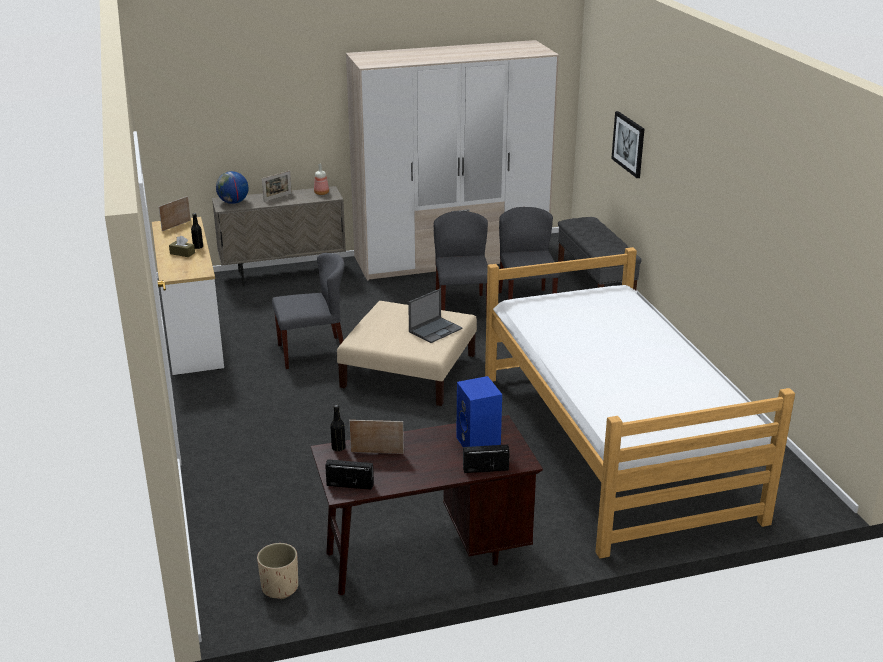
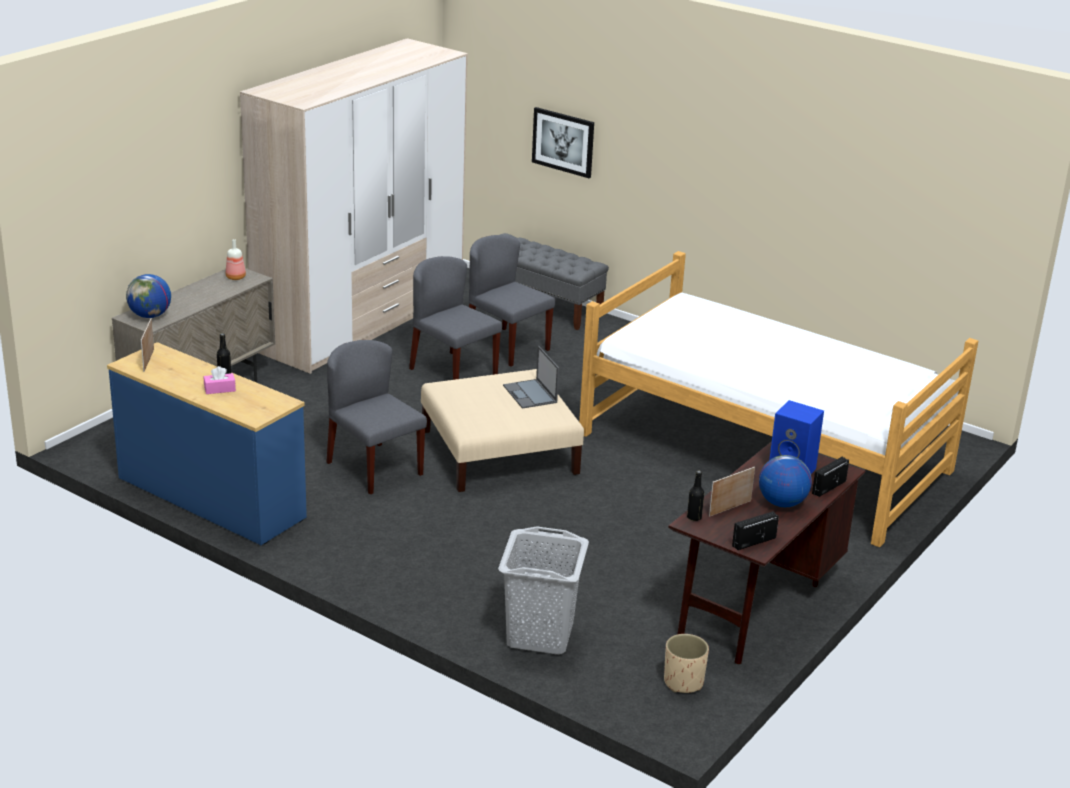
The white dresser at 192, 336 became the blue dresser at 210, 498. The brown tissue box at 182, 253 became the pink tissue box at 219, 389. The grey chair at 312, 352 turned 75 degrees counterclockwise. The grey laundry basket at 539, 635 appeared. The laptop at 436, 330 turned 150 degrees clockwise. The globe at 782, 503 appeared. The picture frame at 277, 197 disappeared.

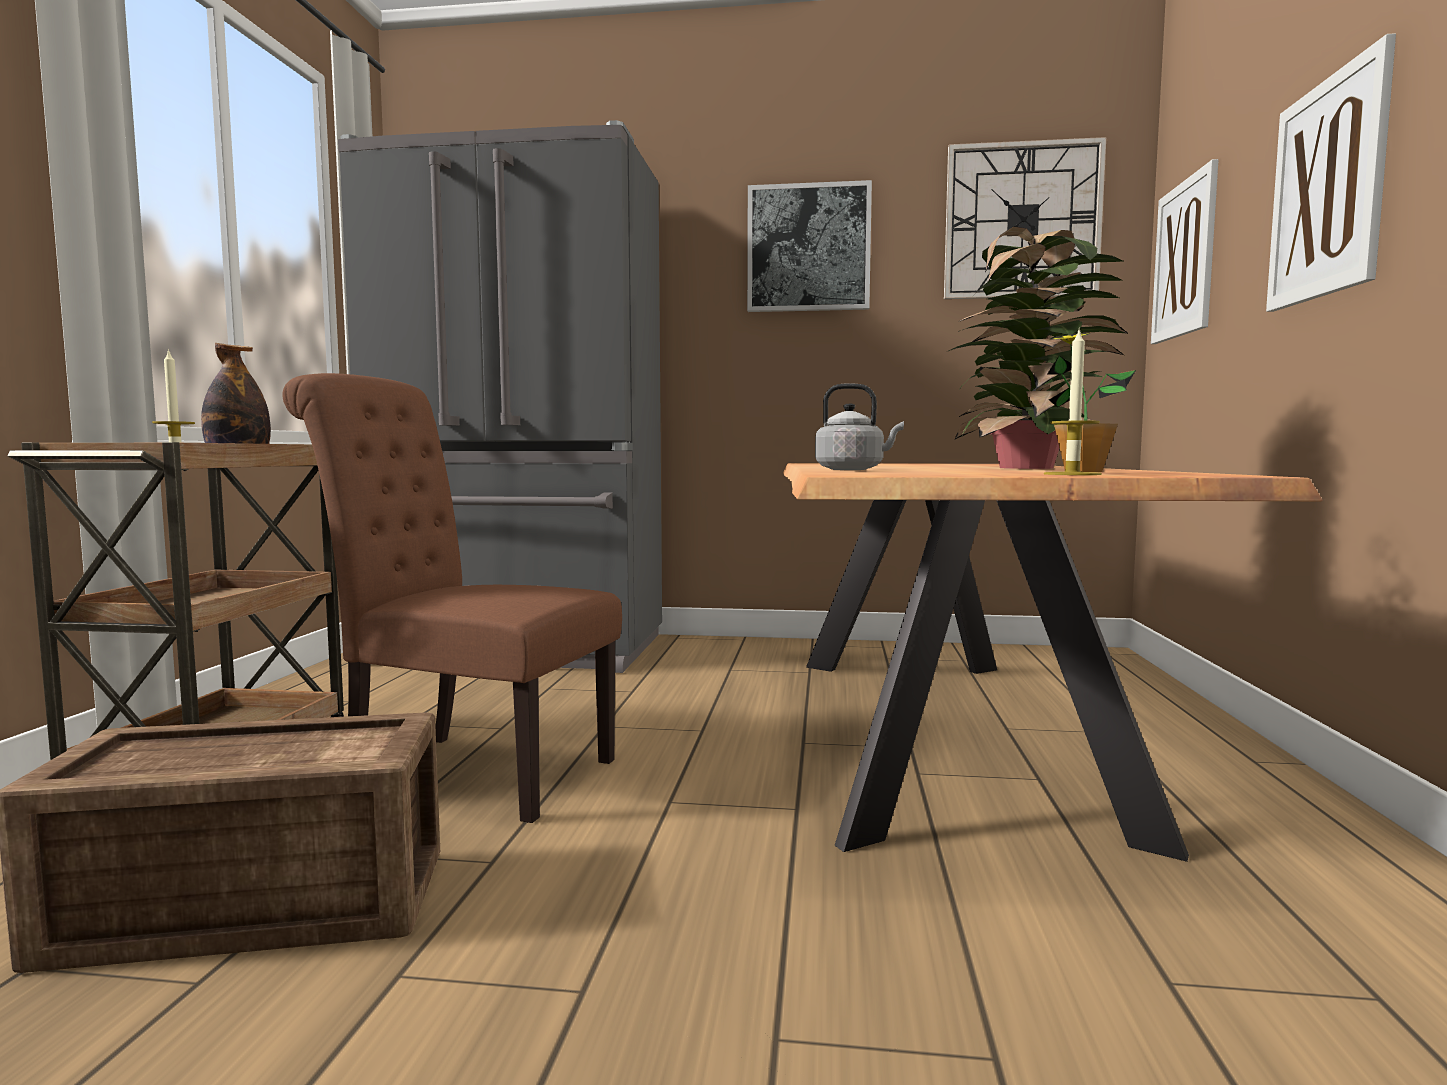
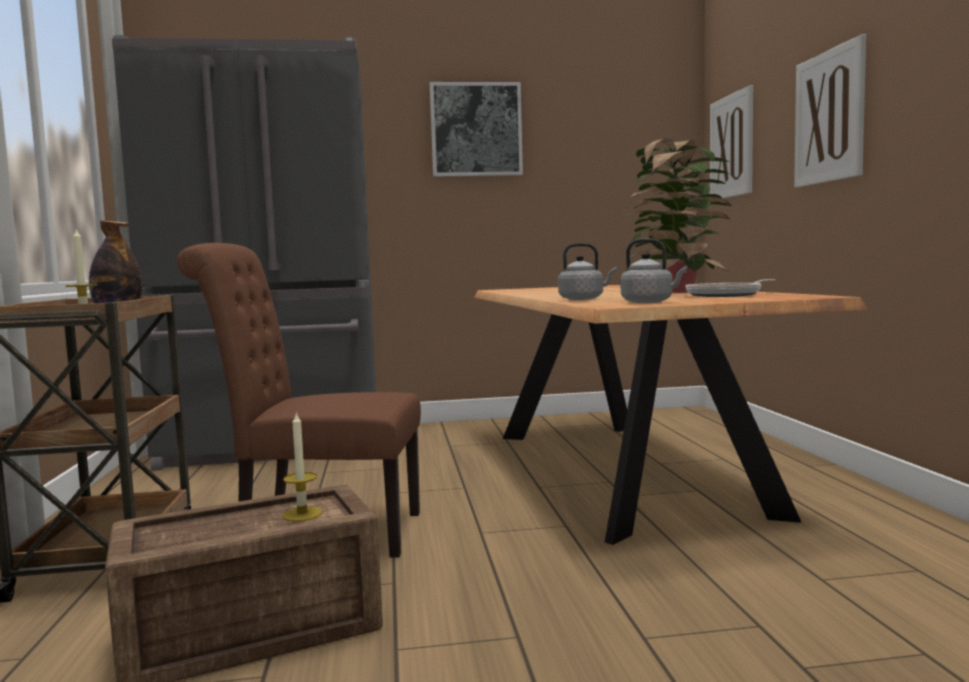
The candle moved from 1072, 474 to 302, 514. The grey kettle at 650, 302 appeared. The potted plant at 1083, 471 was replaced by the frying pan at 726, 295. The wall clock at 1022, 221 disappeared.

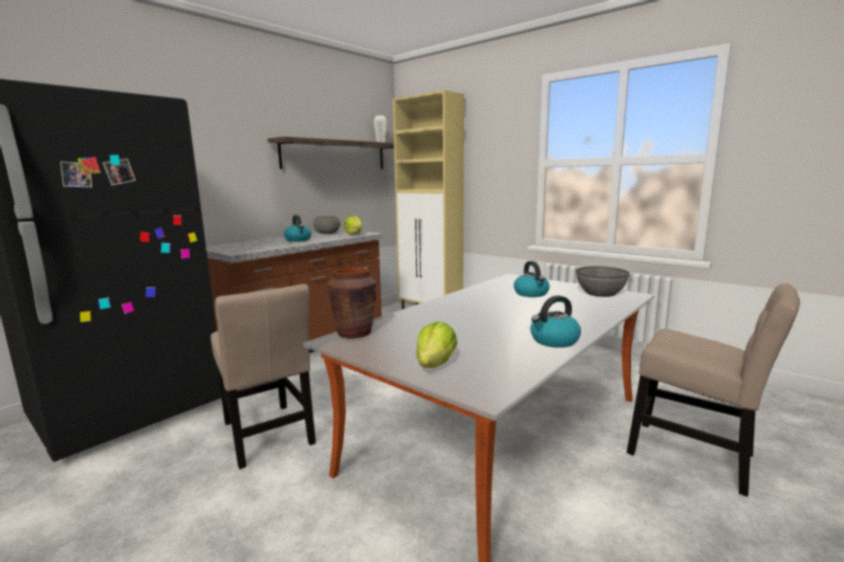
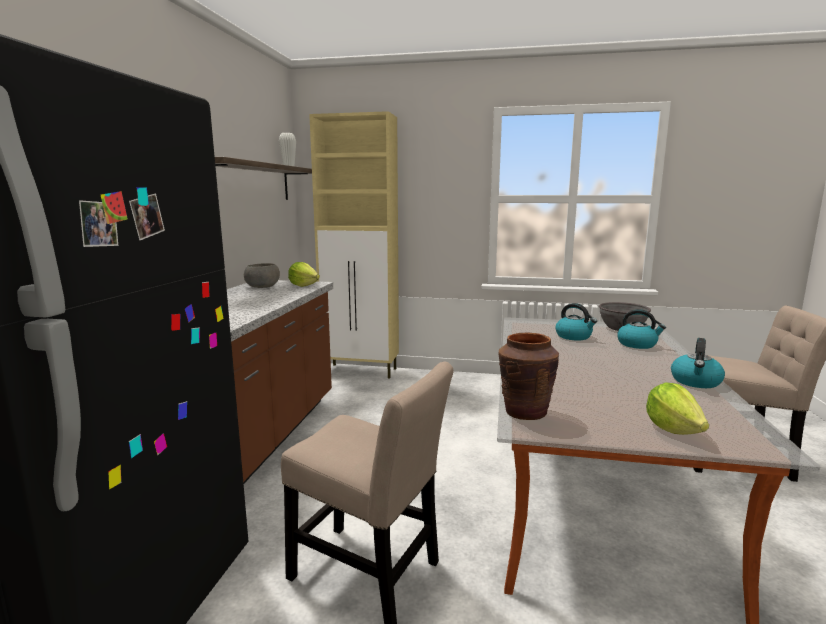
The kettle moved from 298, 240 to 637, 344.

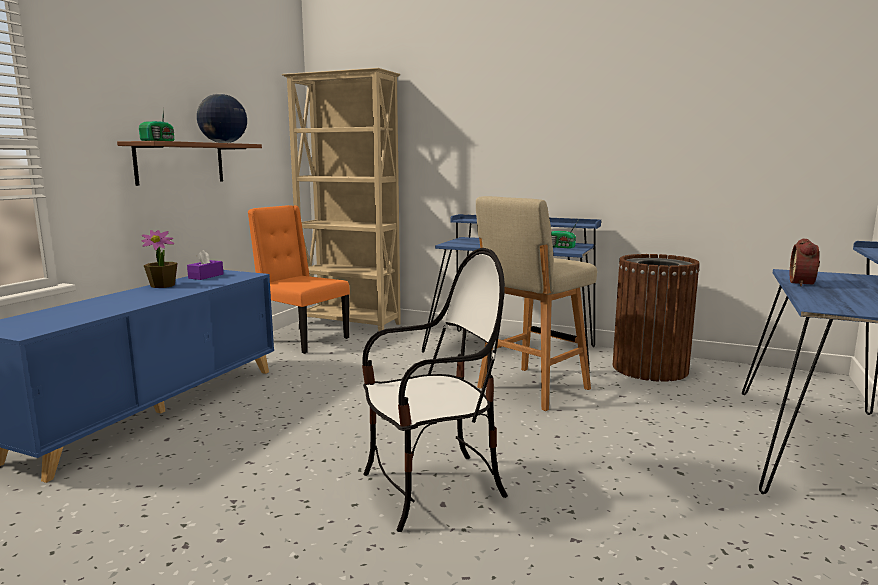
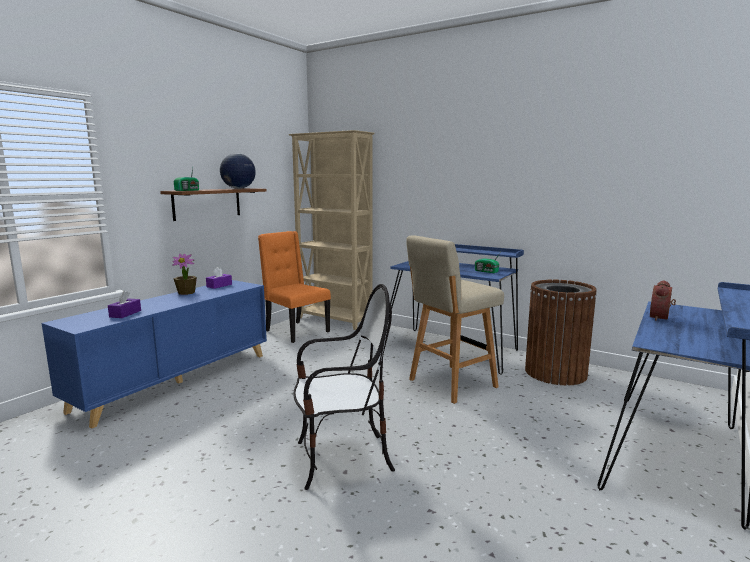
The purple tissue box at 125, 314 appeared.

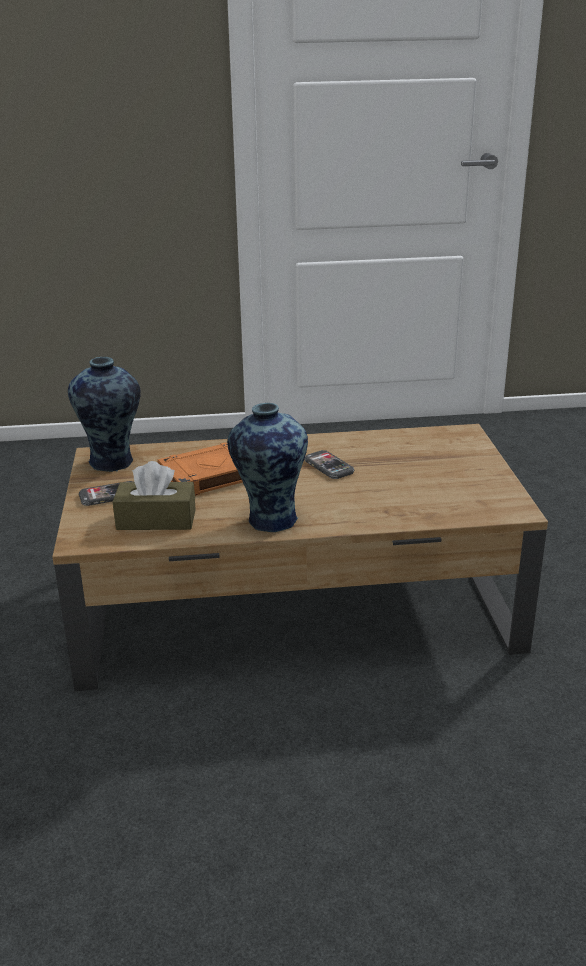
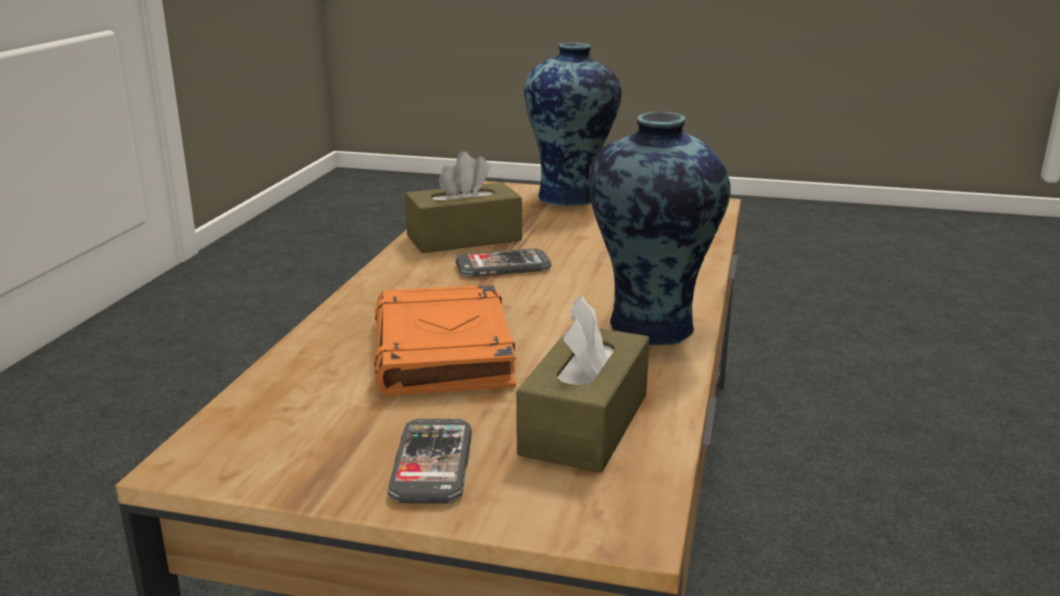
The brown tissue box at 464, 238 appeared. The vase moved from 112, 463 to 571, 197.

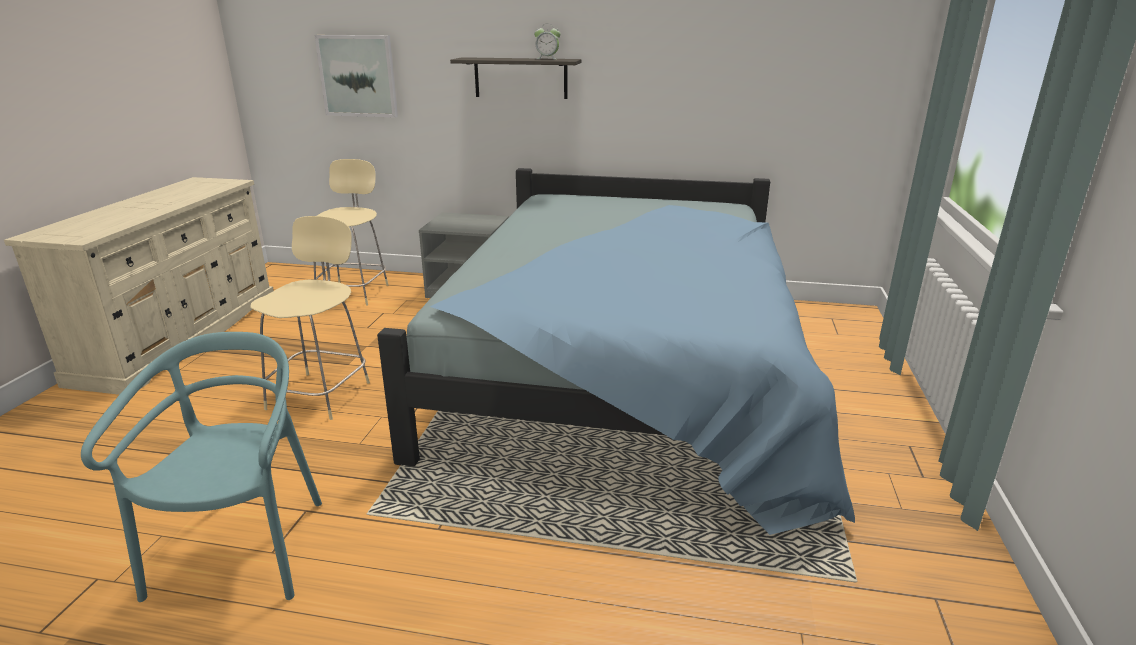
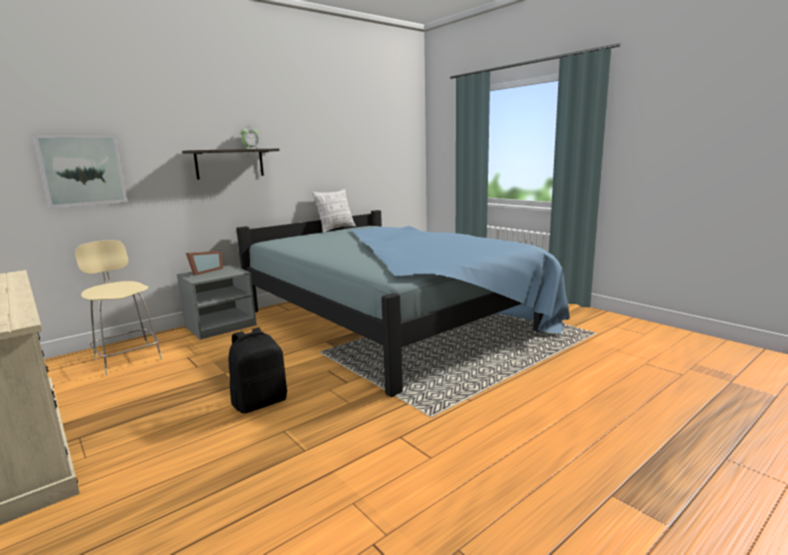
The picture frame at 204, 271 appeared. The beige chair at 321, 393 was replaced by the black backpack at 260, 402. The pillow at 336, 229 appeared. The turquoise chair at 244, 550 disappeared.

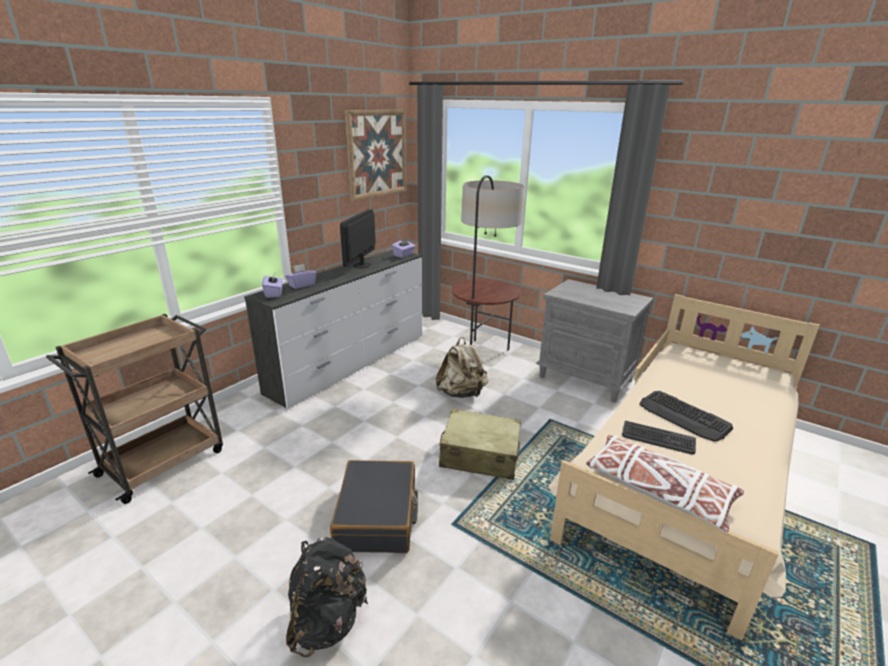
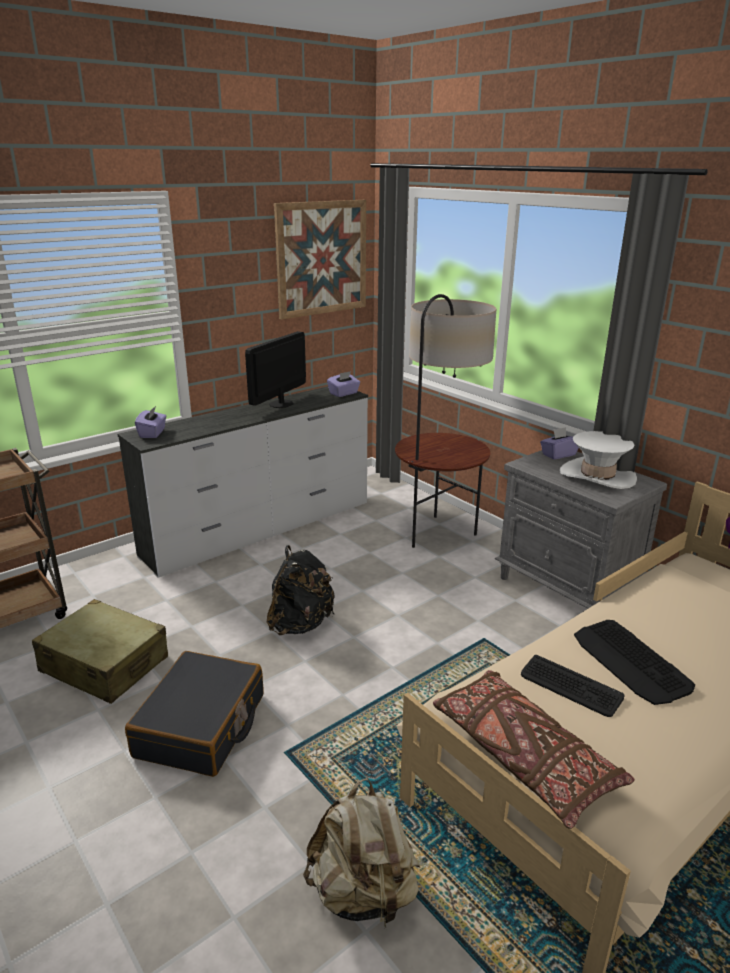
The beige suitcase moved from 479, 455 to 105, 665. The black backpack moved from 327, 621 to 300, 624. The beige backpack moved from 462, 393 to 363, 893. The white pillow at 657, 490 became the brown pillow at 522, 756. The purple tissue box moved from 301, 285 to 558, 454. The white hat at 597, 475 appeared.

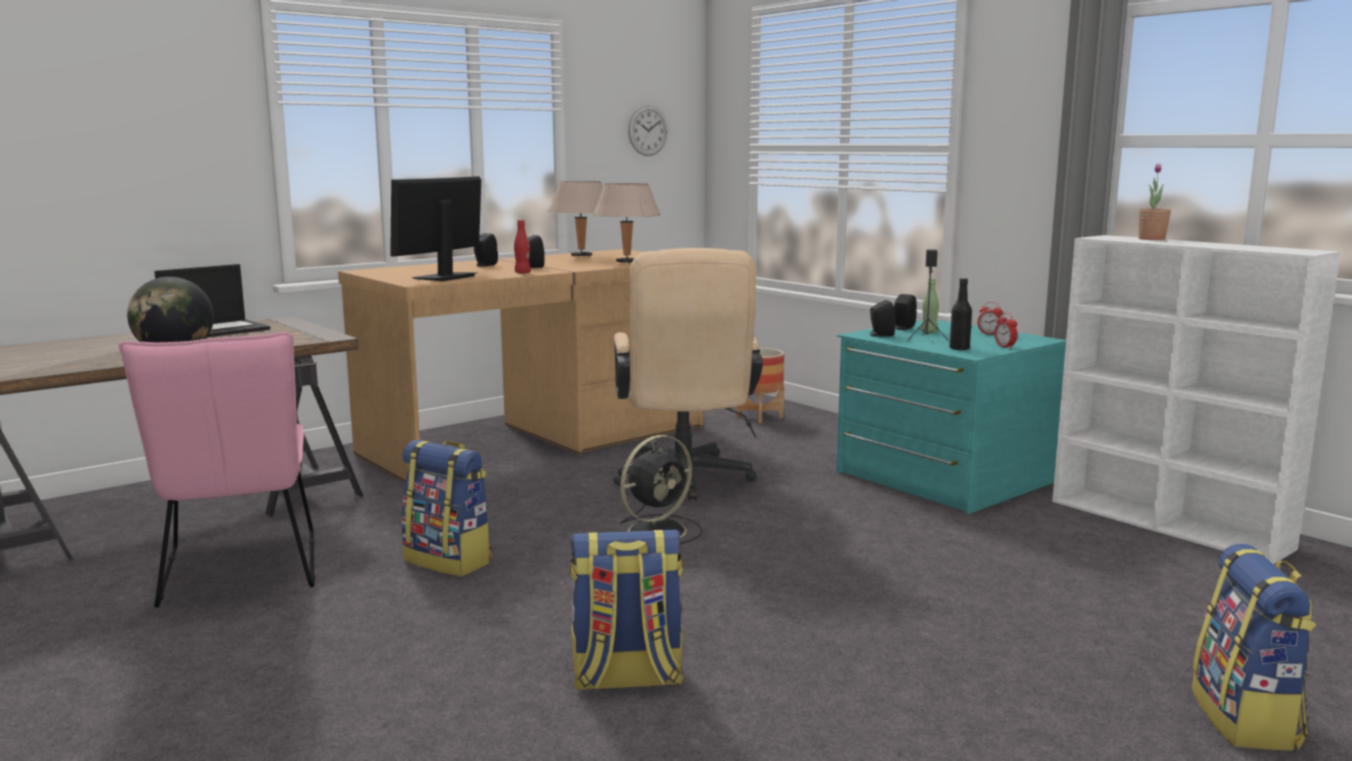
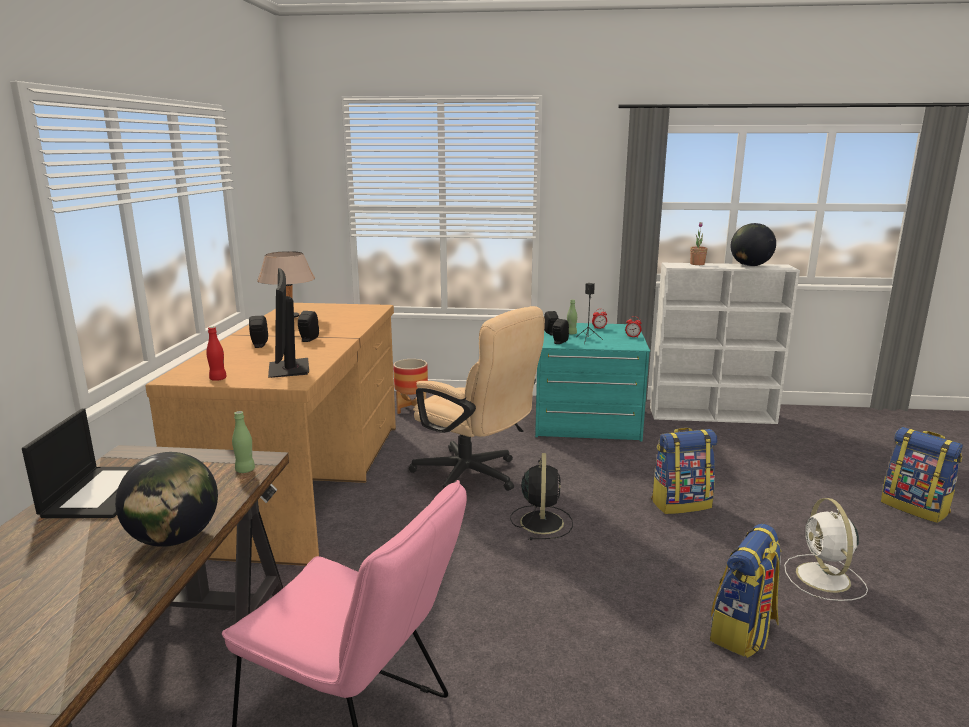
The red bottle moved from 522, 273 to 218, 379. The green bottle at 245, 470 appeared. The backpack moved from 450, 561 to 681, 503. The globe at 750, 266 appeared. The white fan at 824, 579 appeared. The beige table lamp at 626, 262 disappeared. The wall clock at 647, 130 disappeared. The black bottle at 959, 349 disappeared.

